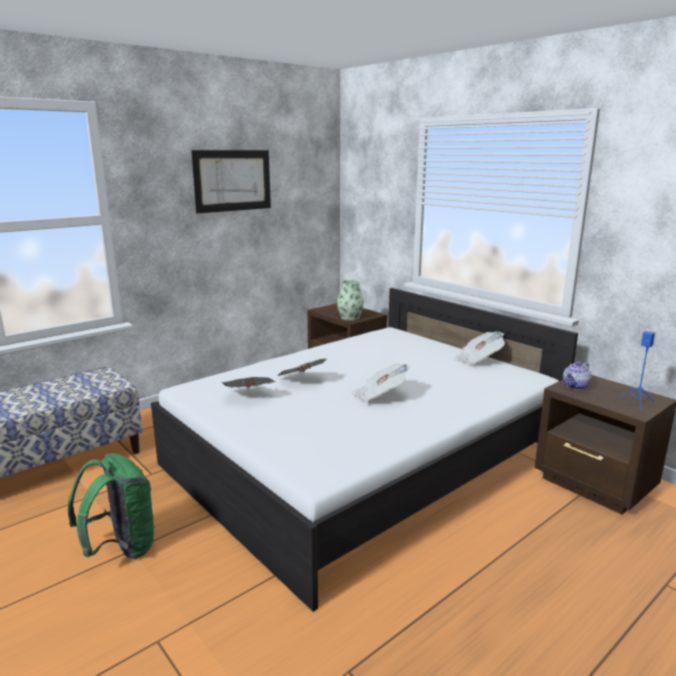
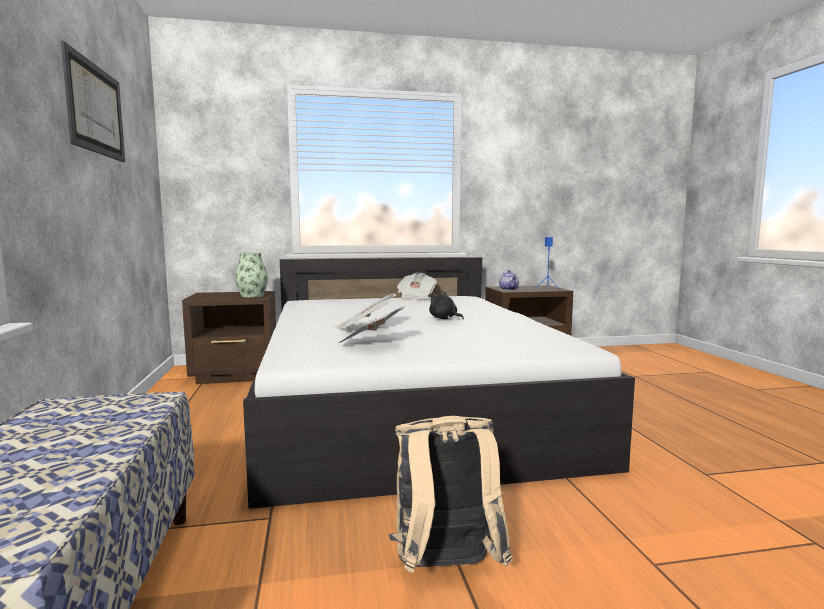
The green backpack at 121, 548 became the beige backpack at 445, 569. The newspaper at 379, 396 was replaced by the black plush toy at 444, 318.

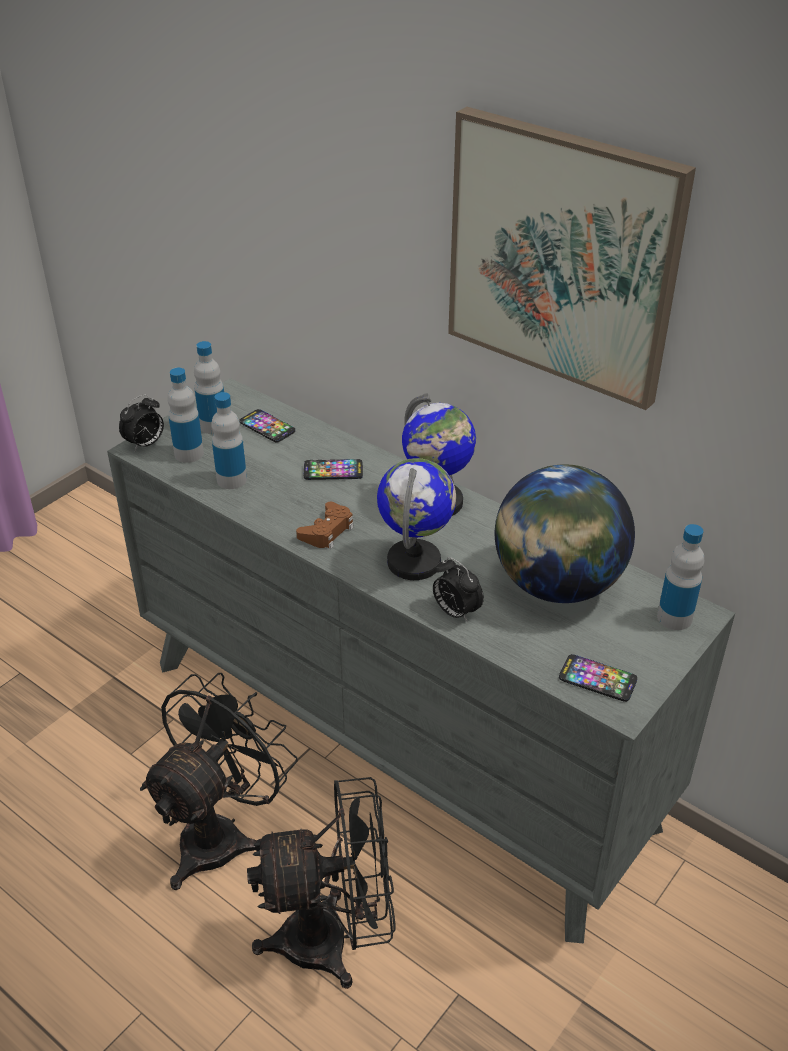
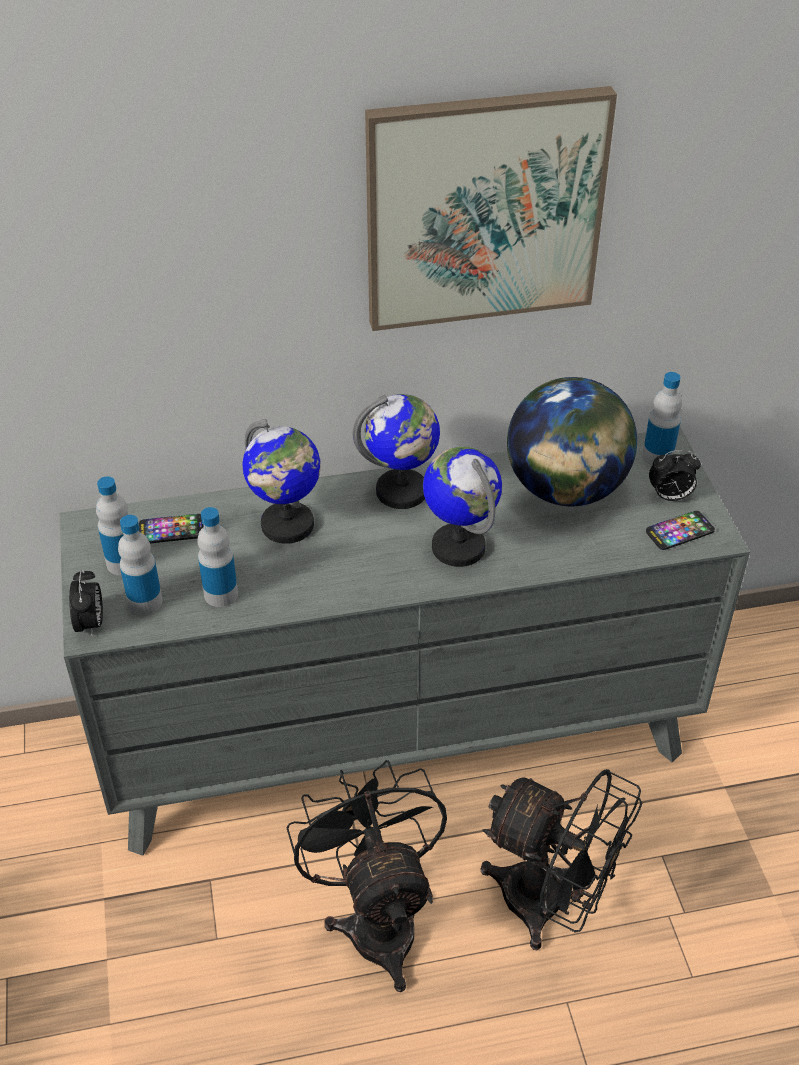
The phone at 333, 471 was replaced by the globe at 287, 525. The black fan at 333, 939 turned 90 degrees clockwise. The alarm clock moved from 455, 612 to 669, 497. The brown game controller at 327, 531 disappeared.

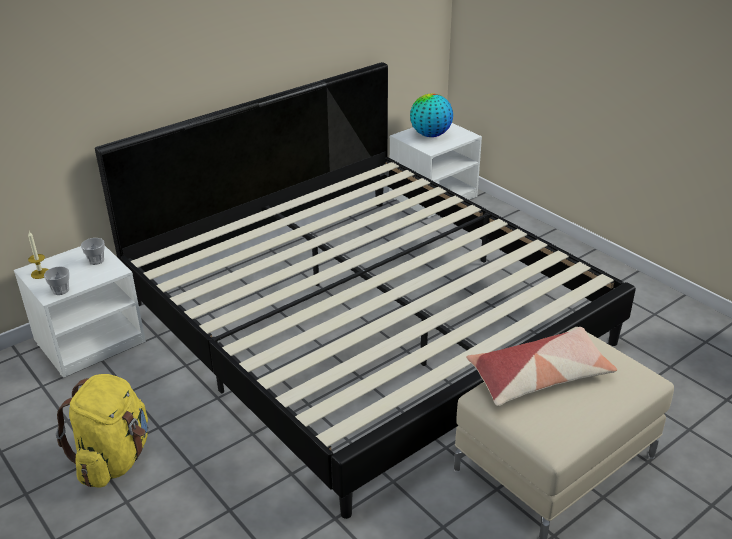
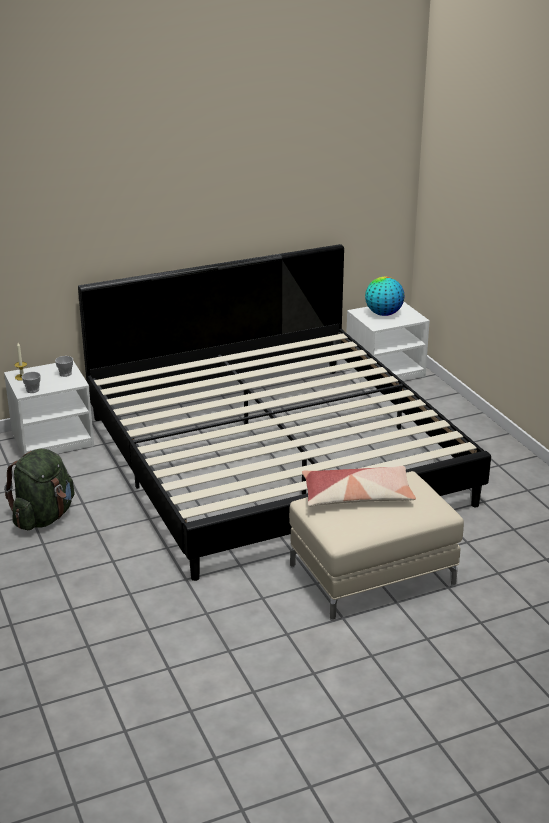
The yellow backpack at 114, 459 became the green backpack at 44, 517.

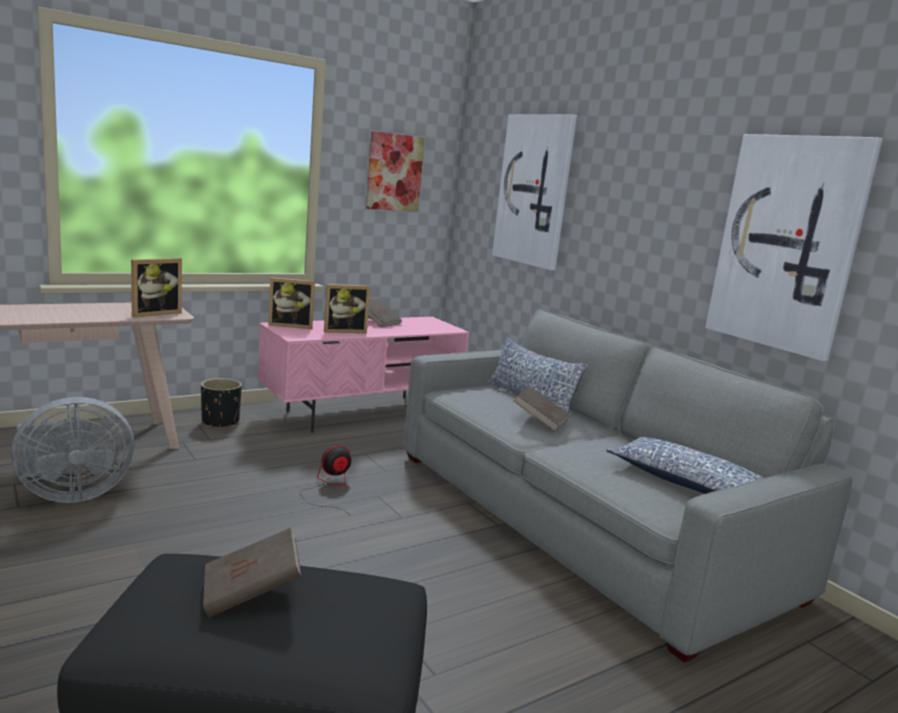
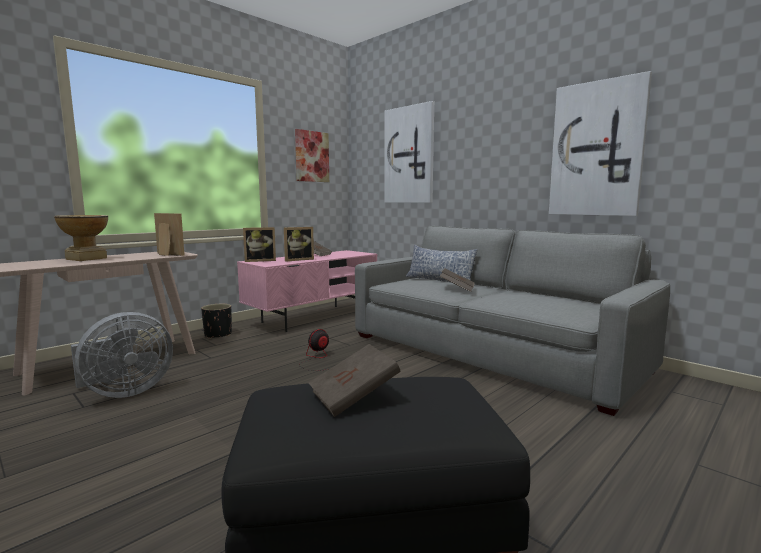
The vase at 86, 258 appeared. The picture frame at 154, 313 turned 90 degrees counterclockwise. The pillow at 686, 482 disappeared.

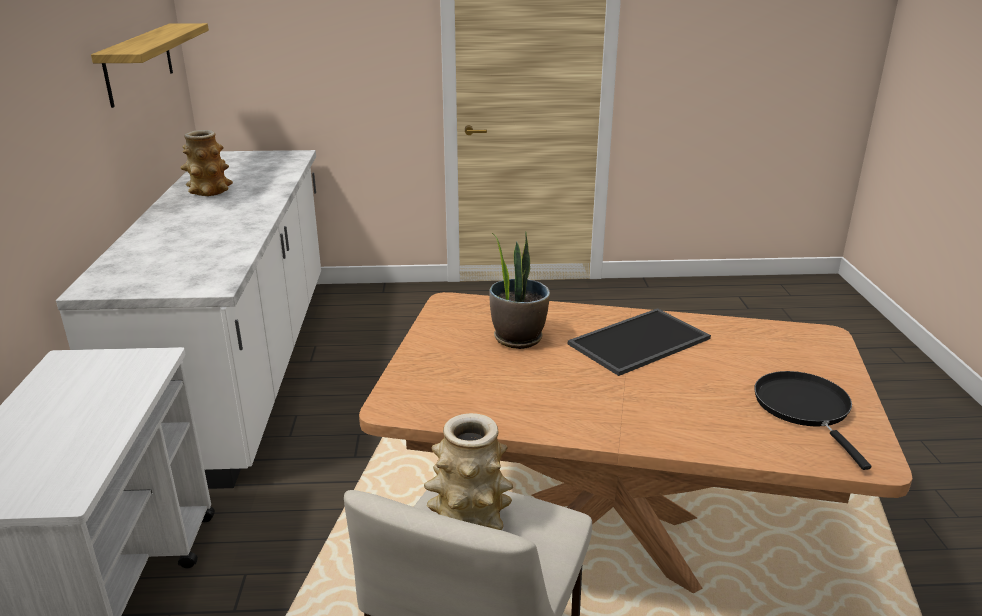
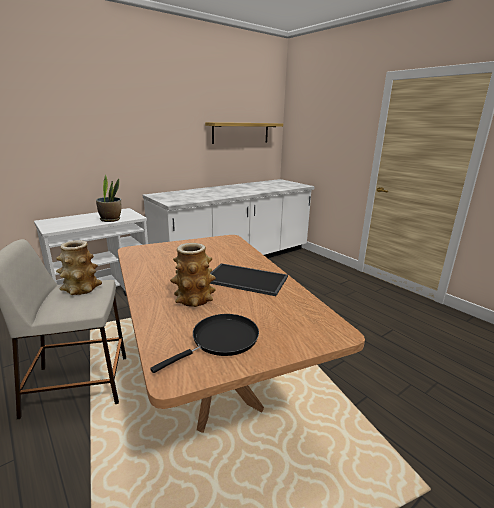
The potted plant moved from 518, 338 to 111, 219. The vase moved from 209, 191 to 194, 299.

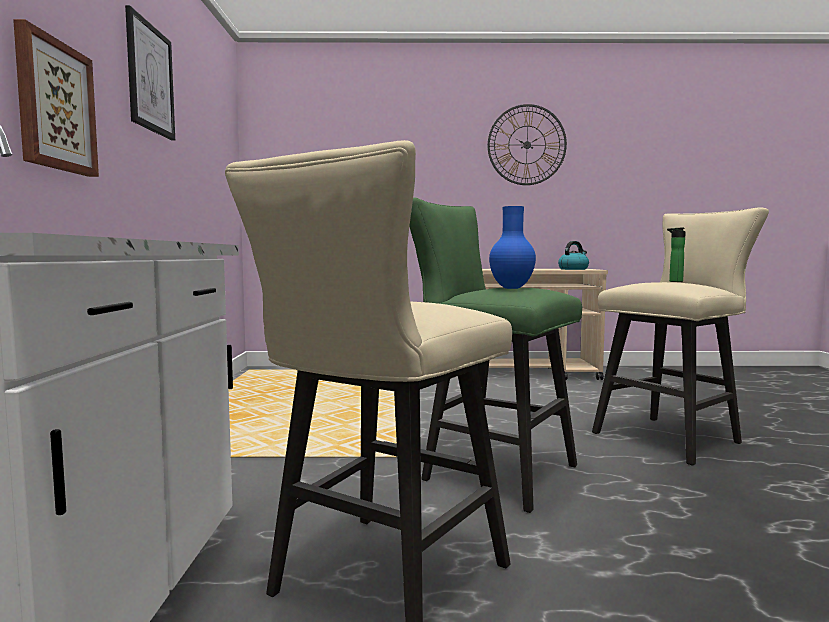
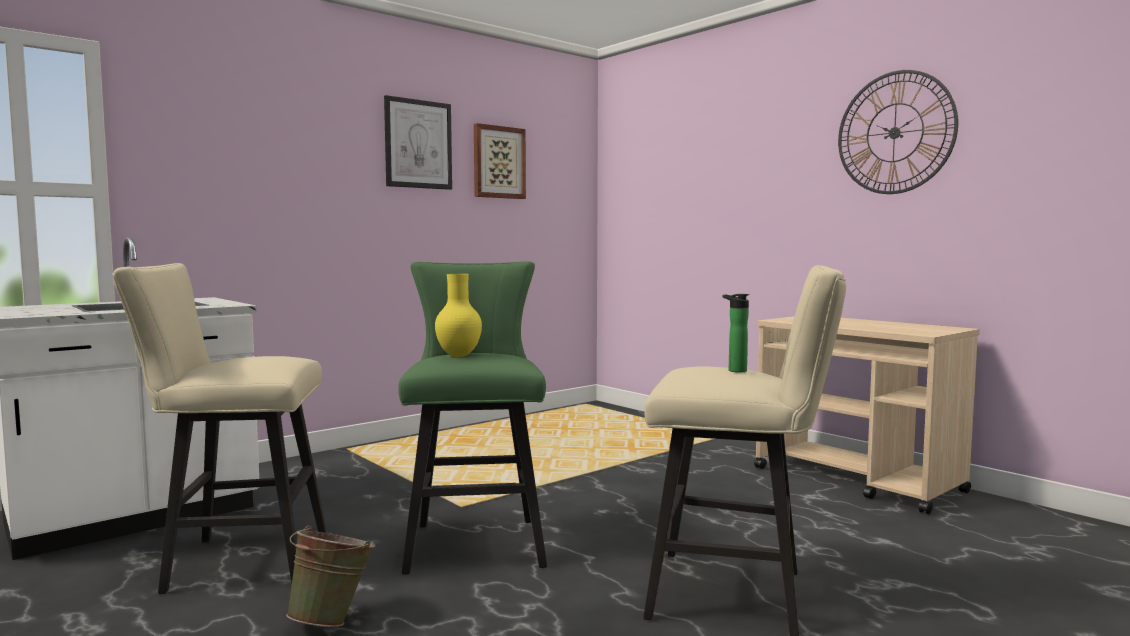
The green bucket at 333, 620 appeared. The blue vase at 512, 288 became the yellow vase at 459, 356. The picture moved from 55, 106 to 498, 162. The kettle at 573, 269 disappeared.

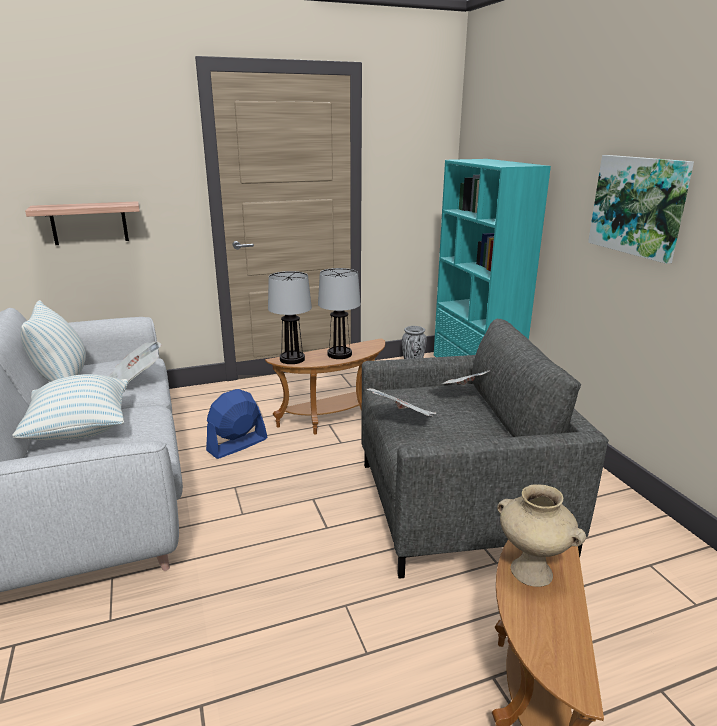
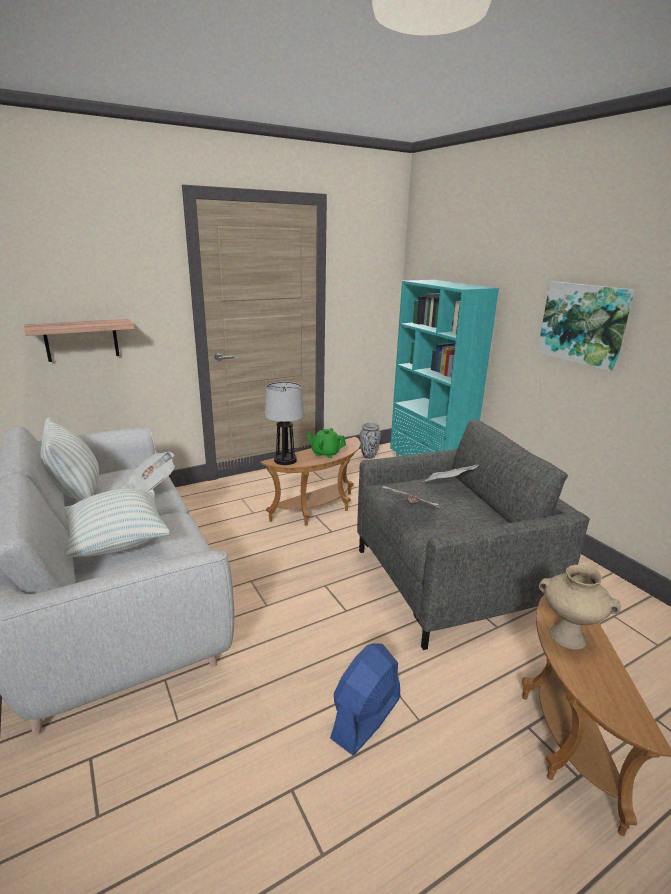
The table lamp at 340, 354 was replaced by the green teapot at 325, 453. The blue fan moved from 237, 445 to 366, 718.

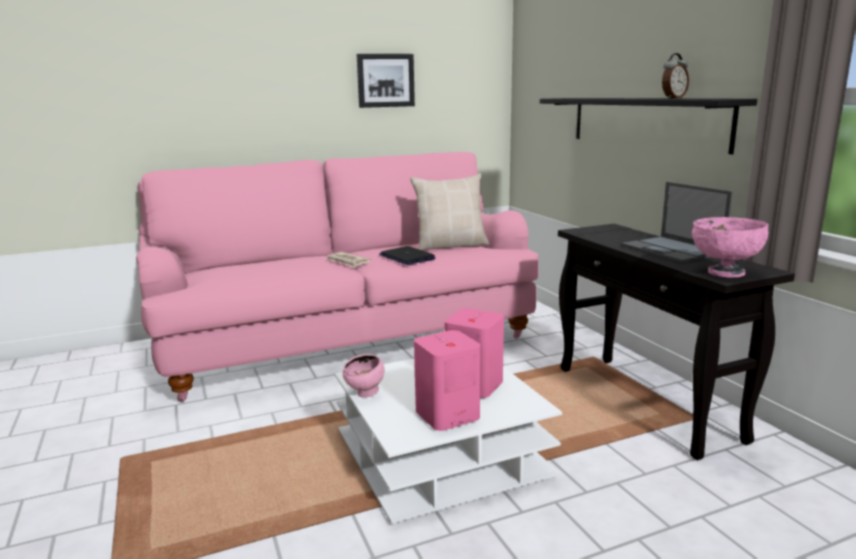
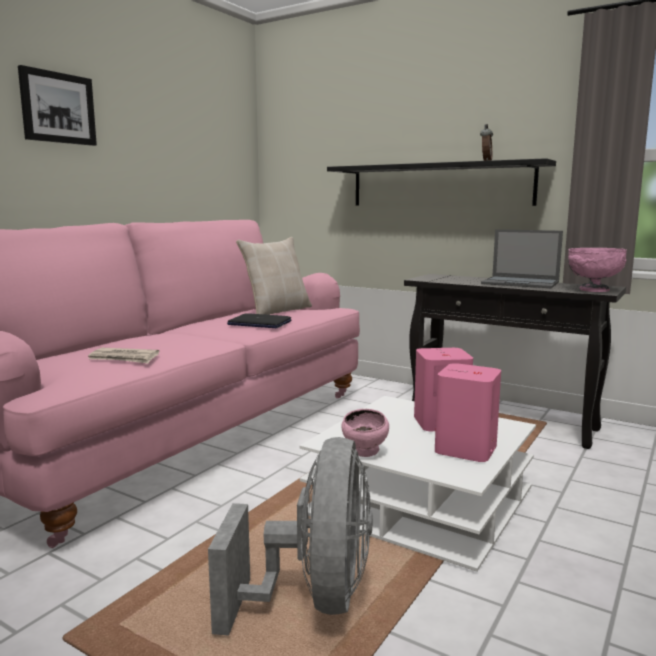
The picture moved from 385, 80 to 57, 108. The newspaper moved from 347, 262 to 124, 358. The grey fan at 314, 598 appeared.

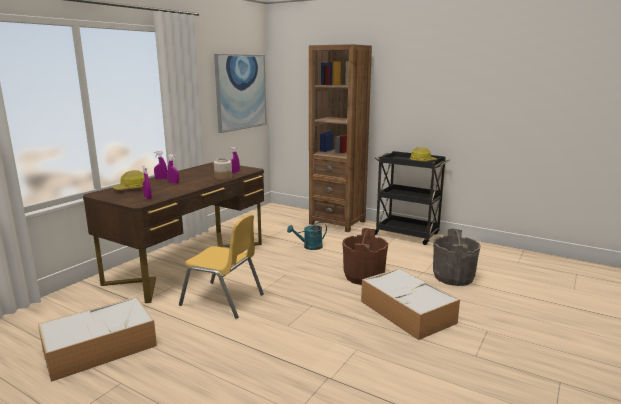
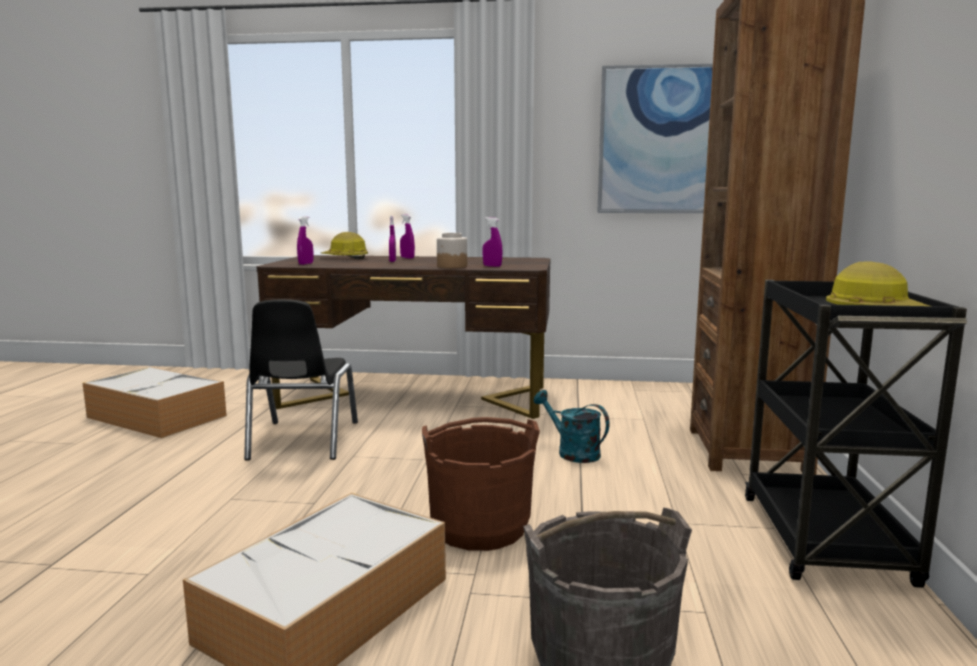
The yellow chair at 223, 300 became the black chair at 302, 440.

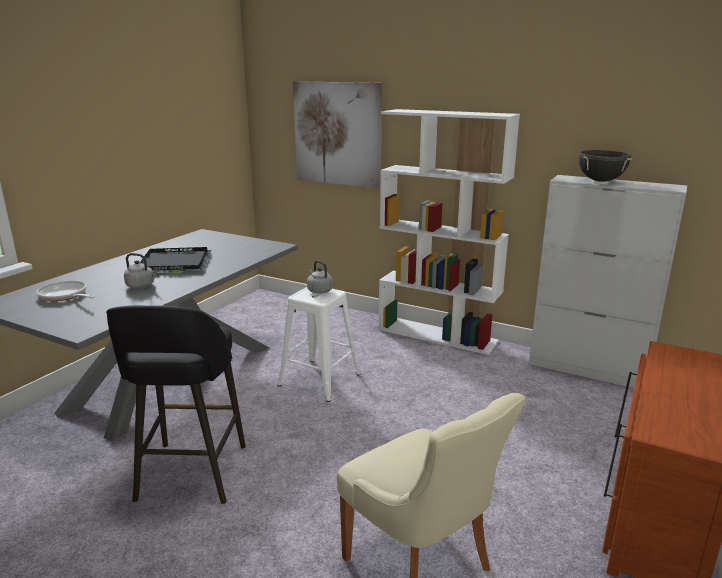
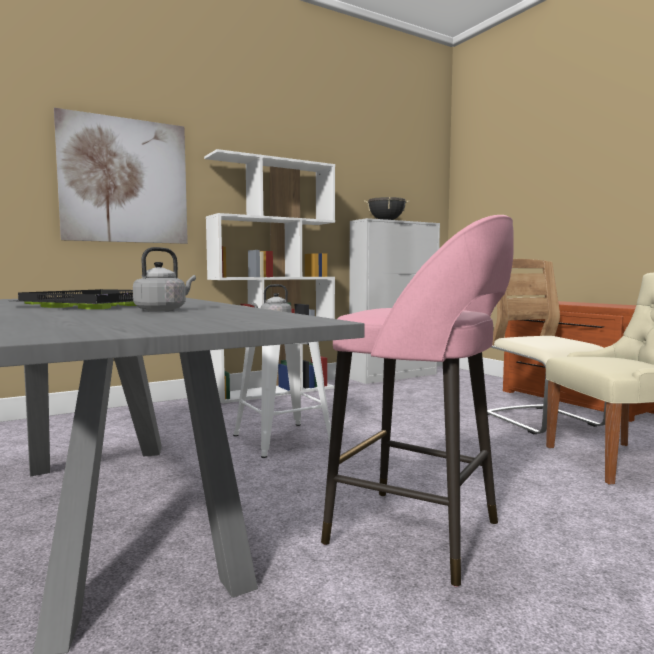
The black stool at 191, 475 became the pink stool at 418, 534. The beige chair at 543, 421 appeared. The frying pan at 65, 296 disappeared.

